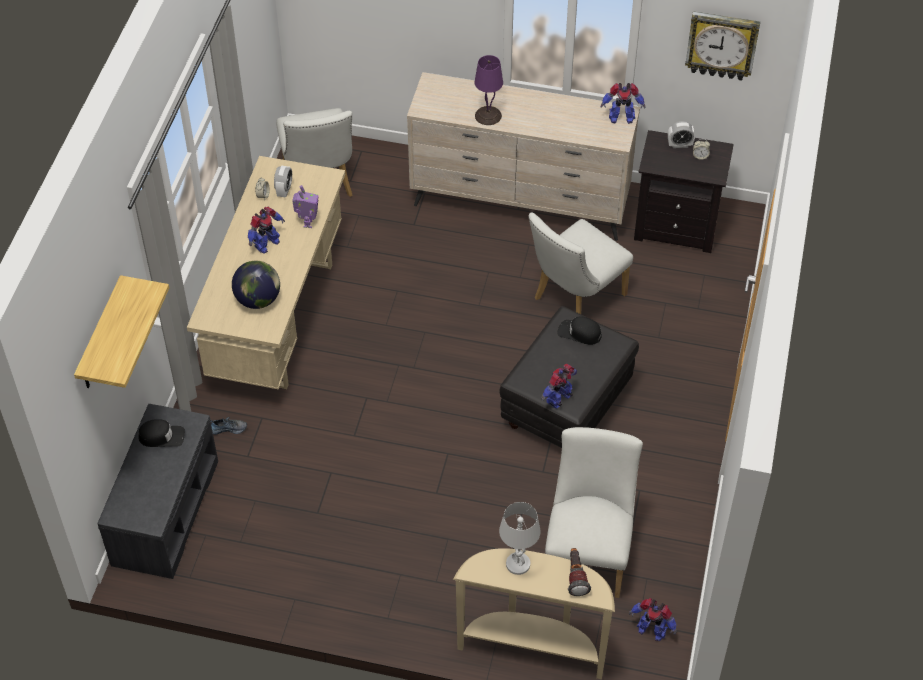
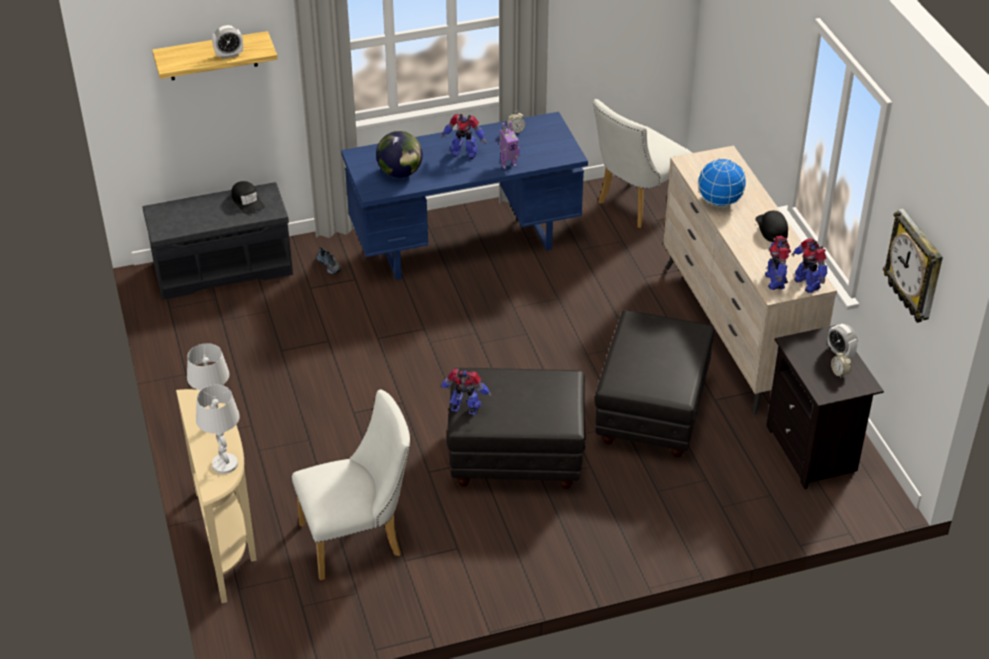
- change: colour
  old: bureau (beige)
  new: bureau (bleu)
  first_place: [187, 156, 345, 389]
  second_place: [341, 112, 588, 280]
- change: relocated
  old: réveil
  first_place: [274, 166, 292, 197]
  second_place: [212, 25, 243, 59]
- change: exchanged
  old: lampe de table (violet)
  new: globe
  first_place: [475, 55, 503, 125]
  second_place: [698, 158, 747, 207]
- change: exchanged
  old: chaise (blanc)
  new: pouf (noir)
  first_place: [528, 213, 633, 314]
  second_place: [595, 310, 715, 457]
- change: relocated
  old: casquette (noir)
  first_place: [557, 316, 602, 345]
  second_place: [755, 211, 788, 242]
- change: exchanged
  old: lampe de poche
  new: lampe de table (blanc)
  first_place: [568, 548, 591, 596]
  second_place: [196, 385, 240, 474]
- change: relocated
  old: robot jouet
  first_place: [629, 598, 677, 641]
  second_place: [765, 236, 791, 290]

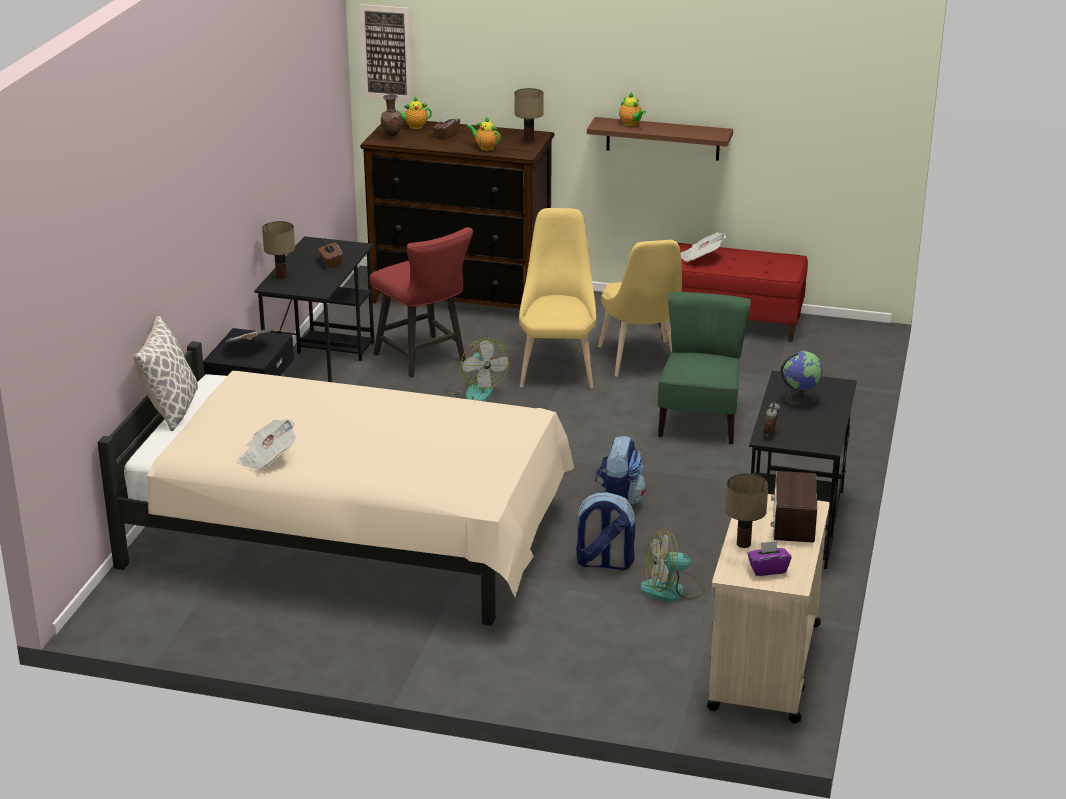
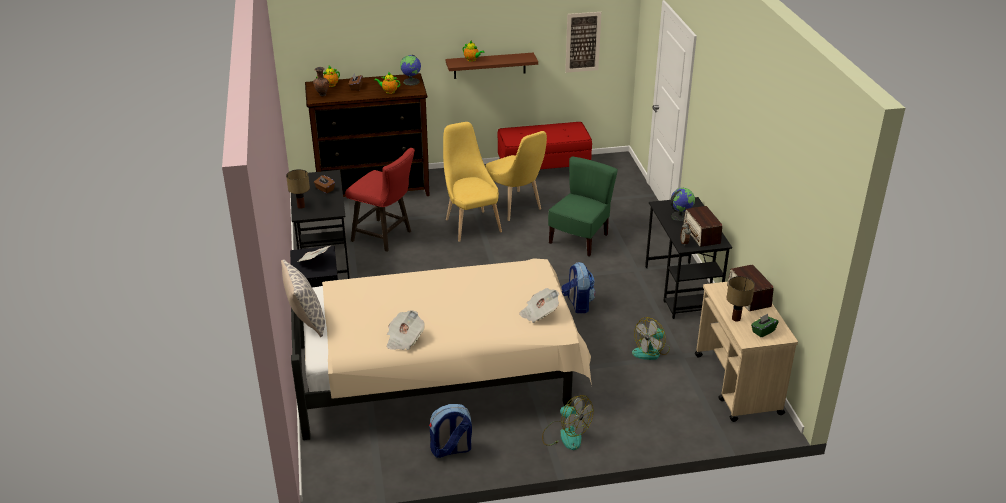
- change: relocated
  old: tableau
  first_place: [358, 4, 413, 101]
  second_place: [565, 12, 602, 73]
- change: relocated
  old: ventilateur
  first_place: [445, 339, 509, 401]
  second_place: [542, 395, 593, 450]
- change: exchanged
  old: lampe de table
  new: globe
  first_place: [514, 88, 544, 143]
  second_place: [400, 55, 421, 86]
- change: relocated
  old: sac à dos
  first_place: [575, 492, 635, 570]
  second_place: [429, 404, 472, 458]
- change: spun
  old: chaise (vert)
  first_place: [658, 292, 751, 445]
  second_place: [548, 157, 618, 257]
  degrees: 45
- change: relocated
  old: journal
  first_place: [681, 232, 726, 263]
  second_place: [519, 288, 559, 323]
- change: colour
  old: boîte à mouchoirs (violet)
  new: boîte à mouchoirs (vert)
  first_place: [747, 541, 792, 576]
  second_place: [751, 314, 779, 337]
- change: appeared
  new: radio
  second_place: [683, 206, 722, 247]

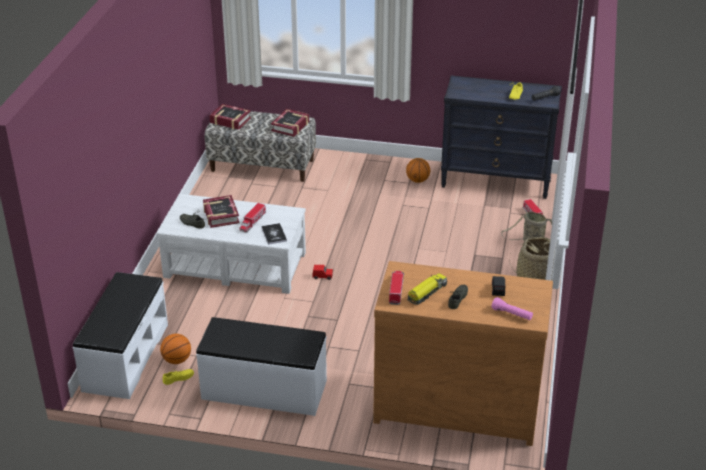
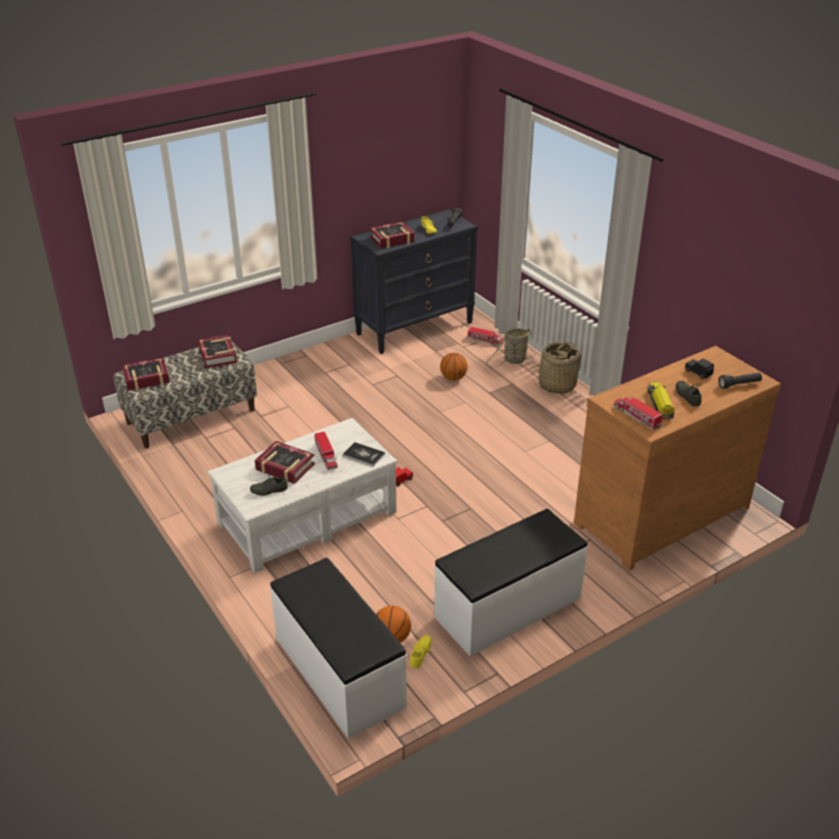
- change: relocated
  old: ballon de basket
  first_place: [406, 158, 430, 183]
  second_place: [440, 353, 468, 381]
- change: colour
  old: lampe de poche (rose)
  new: lampe de poche (noir)
  first_place: [492, 297, 533, 320]
  second_place: [718, 373, 762, 389]
- change: appeared
  new: livre
  second_place: [369, 222, 415, 249]

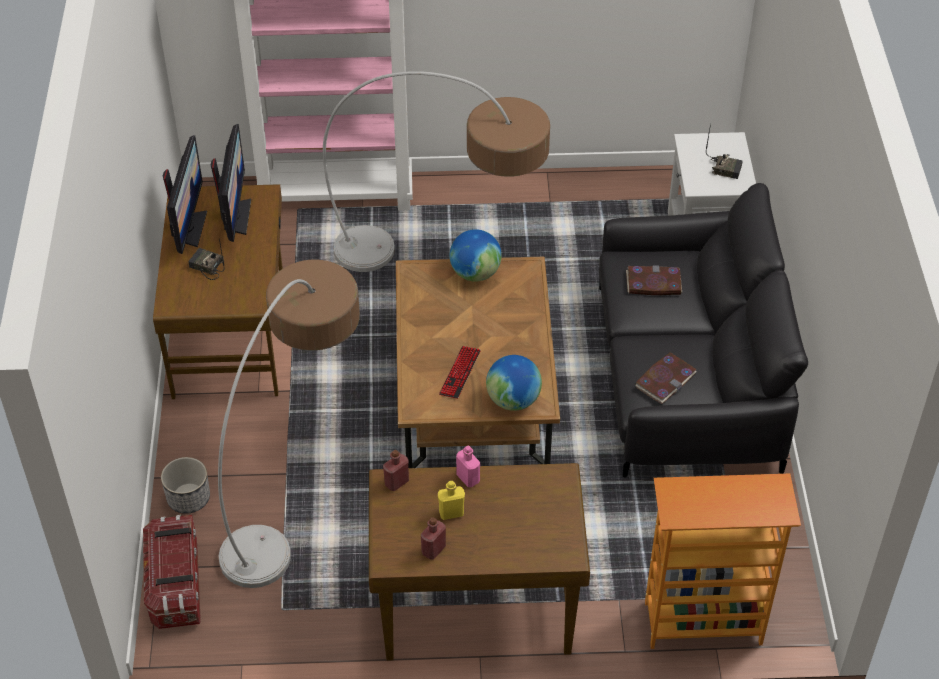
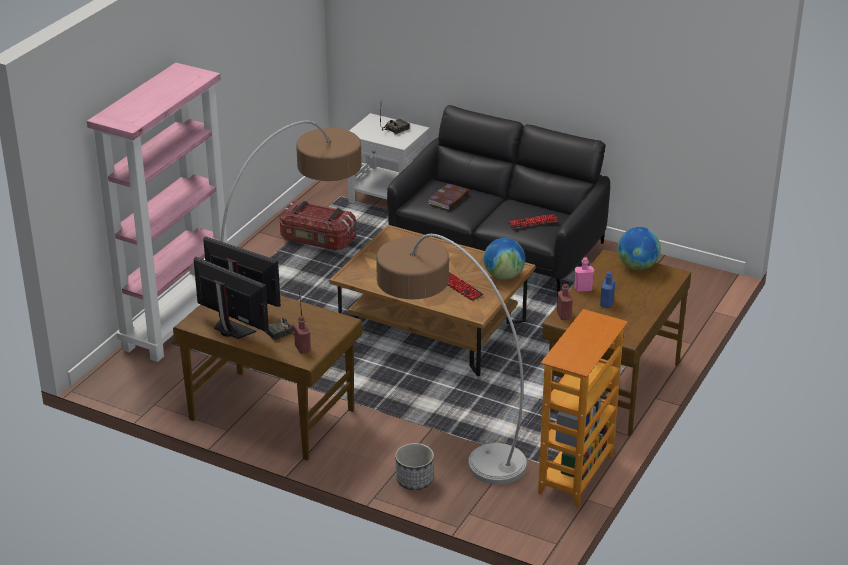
- change: relocated
  old: boîte de rangement
  first_place: [143, 515, 201, 629]
  second_place: [279, 200, 356, 251]
- change: relocated
  old: bouteille (rouge)
  first_place: [421, 517, 446, 560]
  second_place: [294, 316, 311, 354]
- change: colour
  old: bouteille (jaune)
  new: bouteille (bleu)
  first_place: [438, 481, 465, 520]
  second_place: [600, 272, 615, 308]
- change: relocated
  old: globe
  first_place: [450, 229, 502, 282]
  second_place: [617, 227, 661, 270]
- change: exchanged
  old: livre
  new: clavier
  first_place: [635, 352, 697, 404]
  second_place: [508, 214, 559, 229]
- change: relocated
  old: bibliothèque
  first_place: [645, 474, 801, 649]
  second_place: [538, 309, 628, 507]

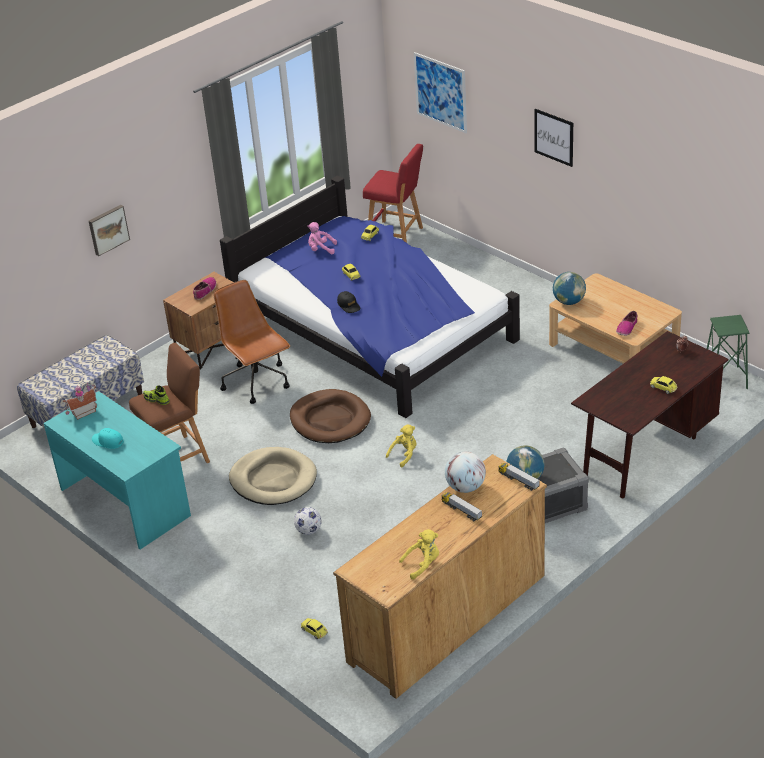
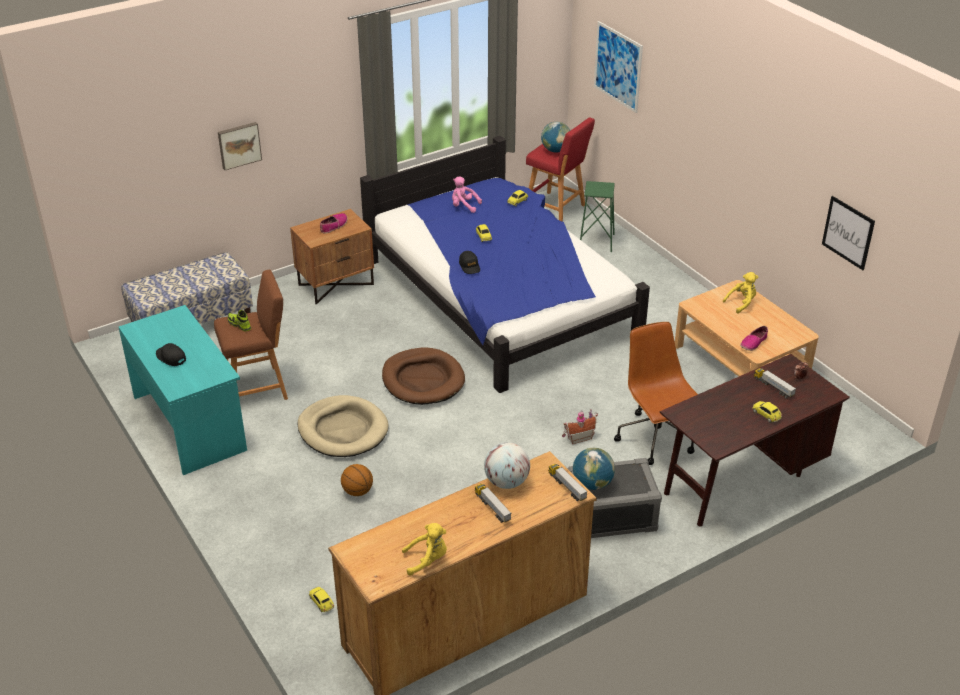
- change: relocated
  old: maison miniature
  first_place: [63, 382, 97, 420]
  second_place: [562, 409, 598, 444]
- change: colour
  old: casquette (turquoise)
  new: casquette (noir)
  first_place: [92, 428, 124, 449]
  second_place: [156, 343, 186, 366]
- change: relocated
  old: chaise de bureau (marron)
  first_place: [213, 280, 290, 404]
  second_place: [614, 322, 698, 465]
- change: exchanged
  old: ballon de foot
  new: ballon de basket
  first_place: [294, 507, 322, 535]
  second_place: [341, 464, 373, 496]
- change: relocated
  old: peluche (jaune)
  first_place: [386, 424, 417, 468]
  second_place: [723, 272, 758, 314]
- change: relocated
  old: tableau
  first_place: [534, 109, 573, 167]
  second_place: [822, 196, 875, 270]
- change: relocated
  old: globe
  first_place: [553, 272, 586, 305]
  second_place: [541, 122, 570, 153]
- change: relocated
  old: tabouret (vert)
  first_place: [707, 315, 750, 389]
  second_place: [580, 181, 615, 252]
- change: appeared
  new: camion jouet
  second_place: [754, 368, 796, 398]

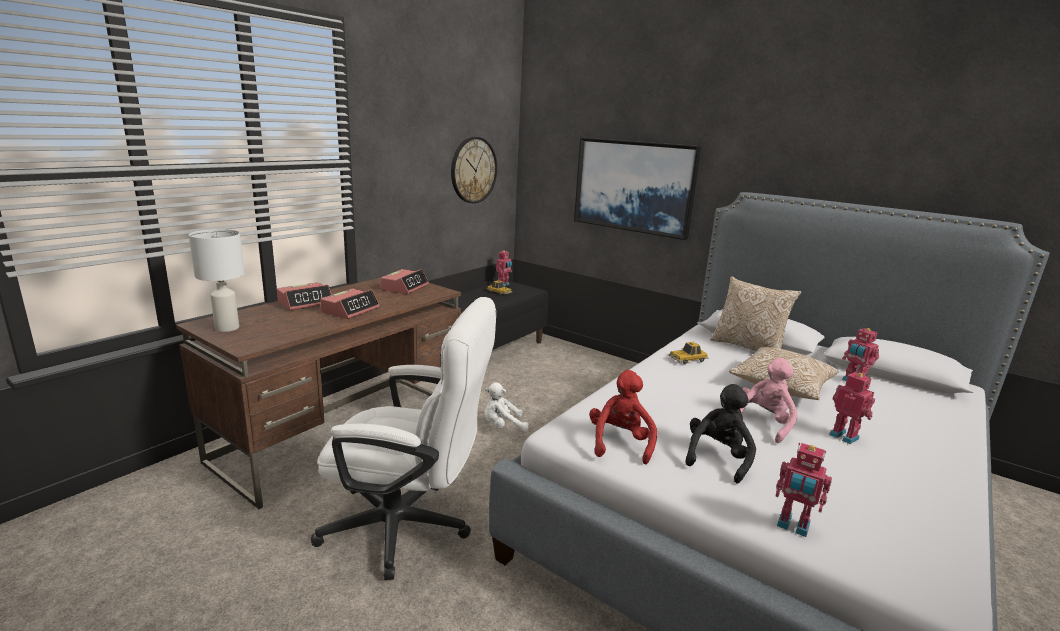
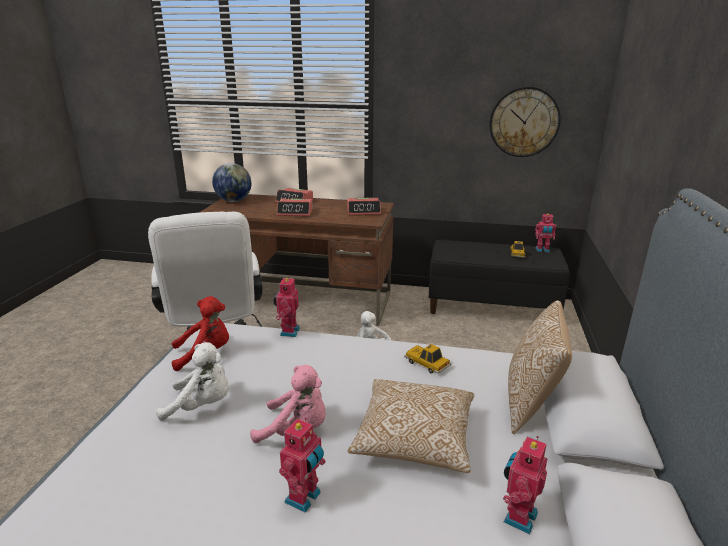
- change: exchanged
  old: lampe de table (blanc)
  new: globe
  first_place: [189, 229, 245, 332]
  second_place: [212, 163, 252, 202]
- change: missing
  old: tableau
  first_place: [574, 138, 701, 240]
- change: colour
  old: peluche (noir)
  new: peluche (blanc)
  first_place: [685, 384, 756, 484]
  second_place: [156, 342, 229, 421]
- change: relocated
  old: robot jouet
  first_place: [775, 443, 832, 537]
  second_place: [273, 276, 300, 337]

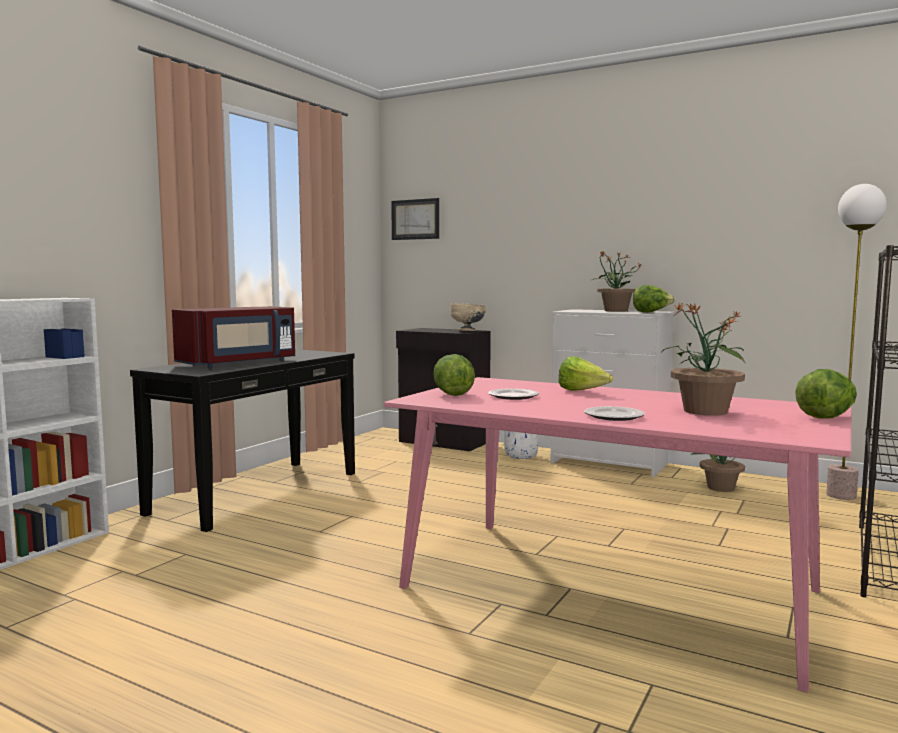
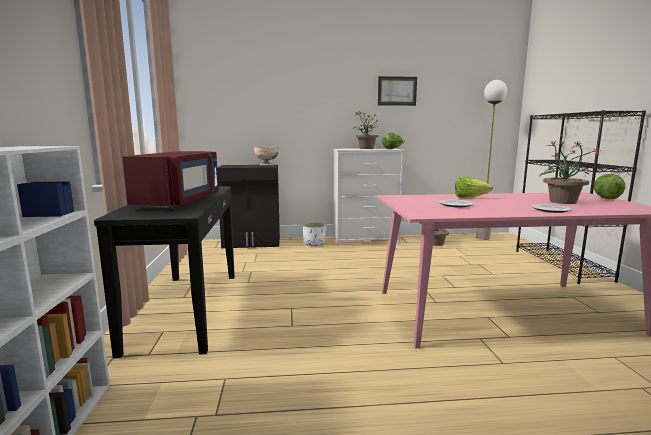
- change: relocated
  old: tableau
  first_place: [391, 198, 439, 240]
  second_place: [378, 76, 417, 106]
- change: missing
  old: laitue
  first_place: [433, 354, 475, 396]

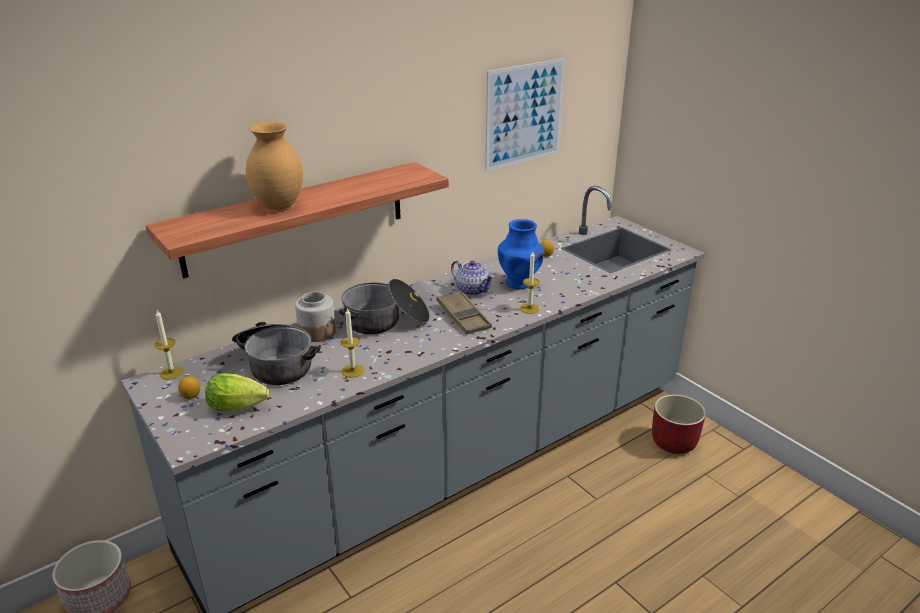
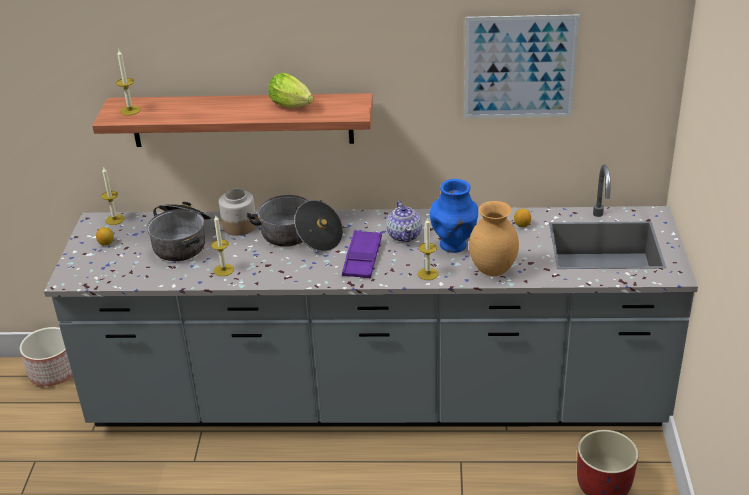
- change: relocated
  old: laitue
  first_place: [205, 373, 269, 411]
  second_place: [268, 73, 314, 108]
- change: relocated
  old: vase (marron)
  first_place: [246, 122, 303, 210]
  second_place: [469, 201, 519, 276]
- change: colour
  old: plateau (marron)
  new: plateau (violet)
  first_place: [437, 291, 492, 335]
  second_place: [342, 230, 382, 278]
- change: appeared
  new: bougie
  second_place: [116, 50, 141, 115]

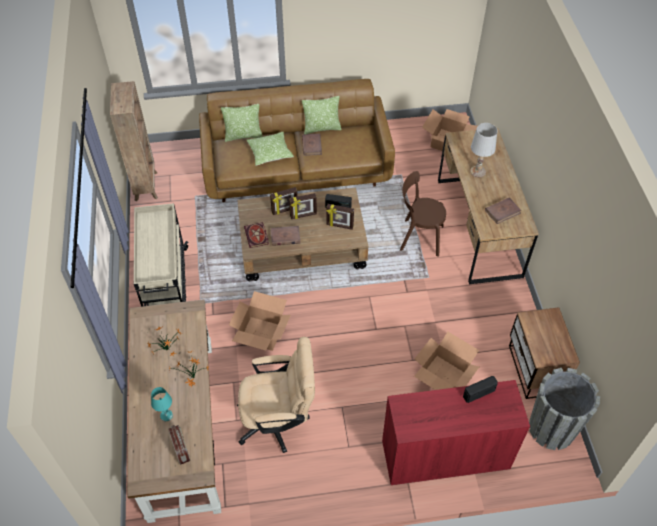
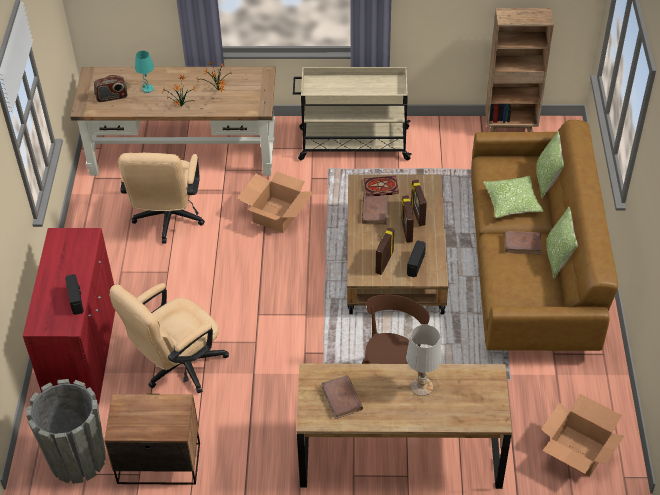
- change: exchanged
  old: carton
  new: chaise de bureau (beige)
  first_place: [414, 332, 479, 390]
  second_place: [109, 283, 229, 393]

